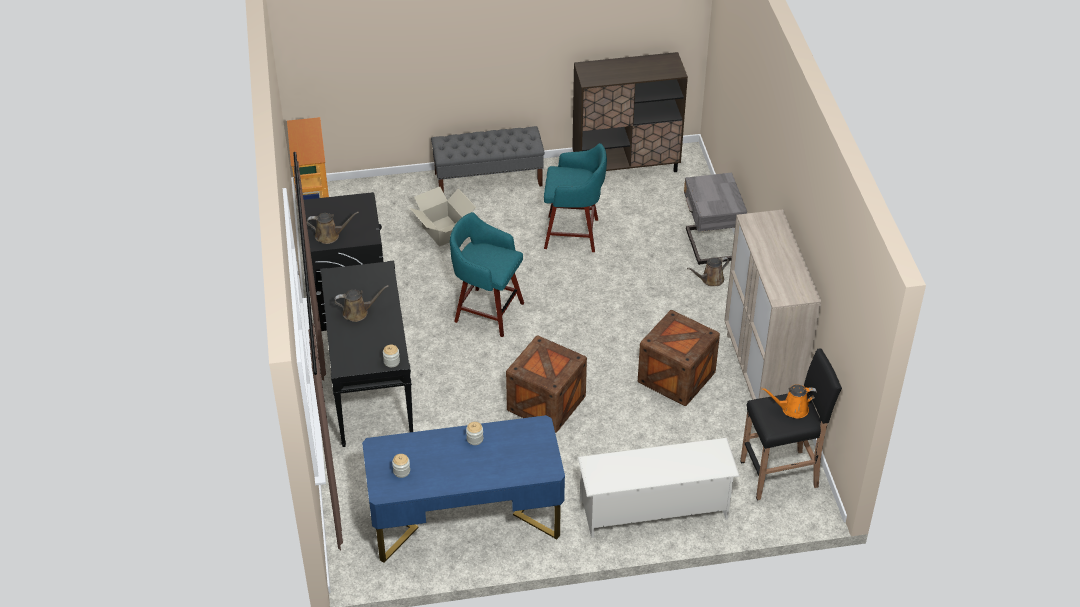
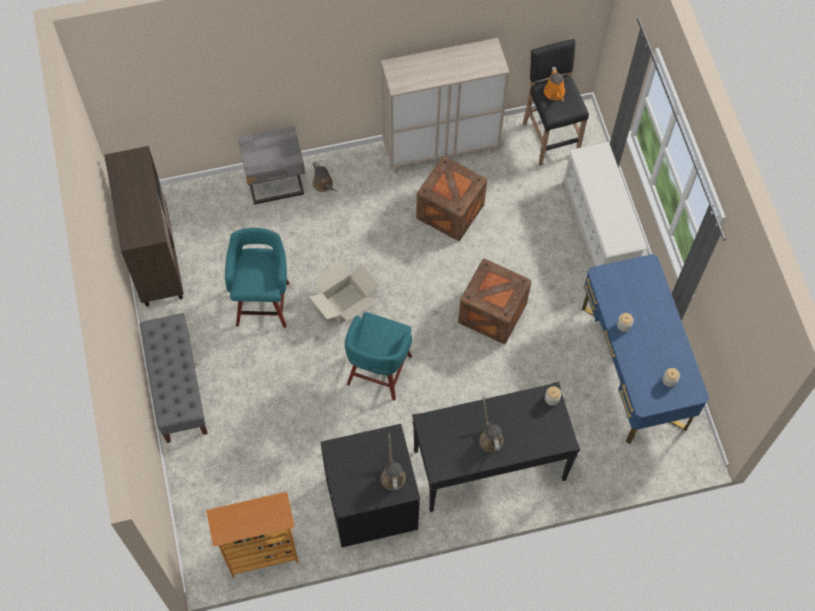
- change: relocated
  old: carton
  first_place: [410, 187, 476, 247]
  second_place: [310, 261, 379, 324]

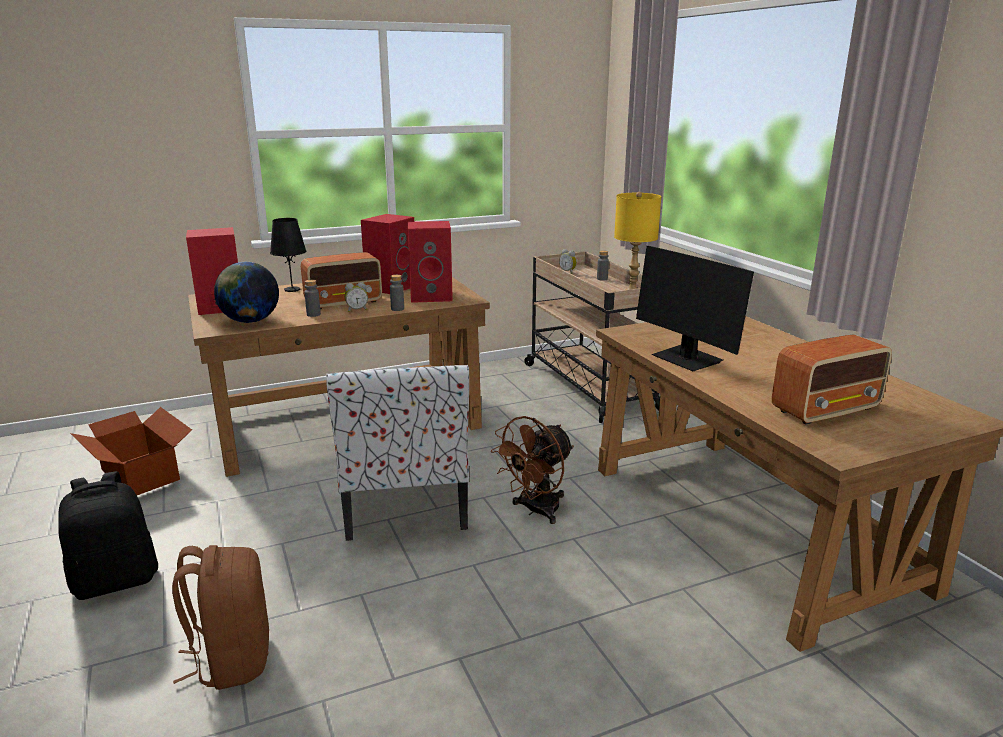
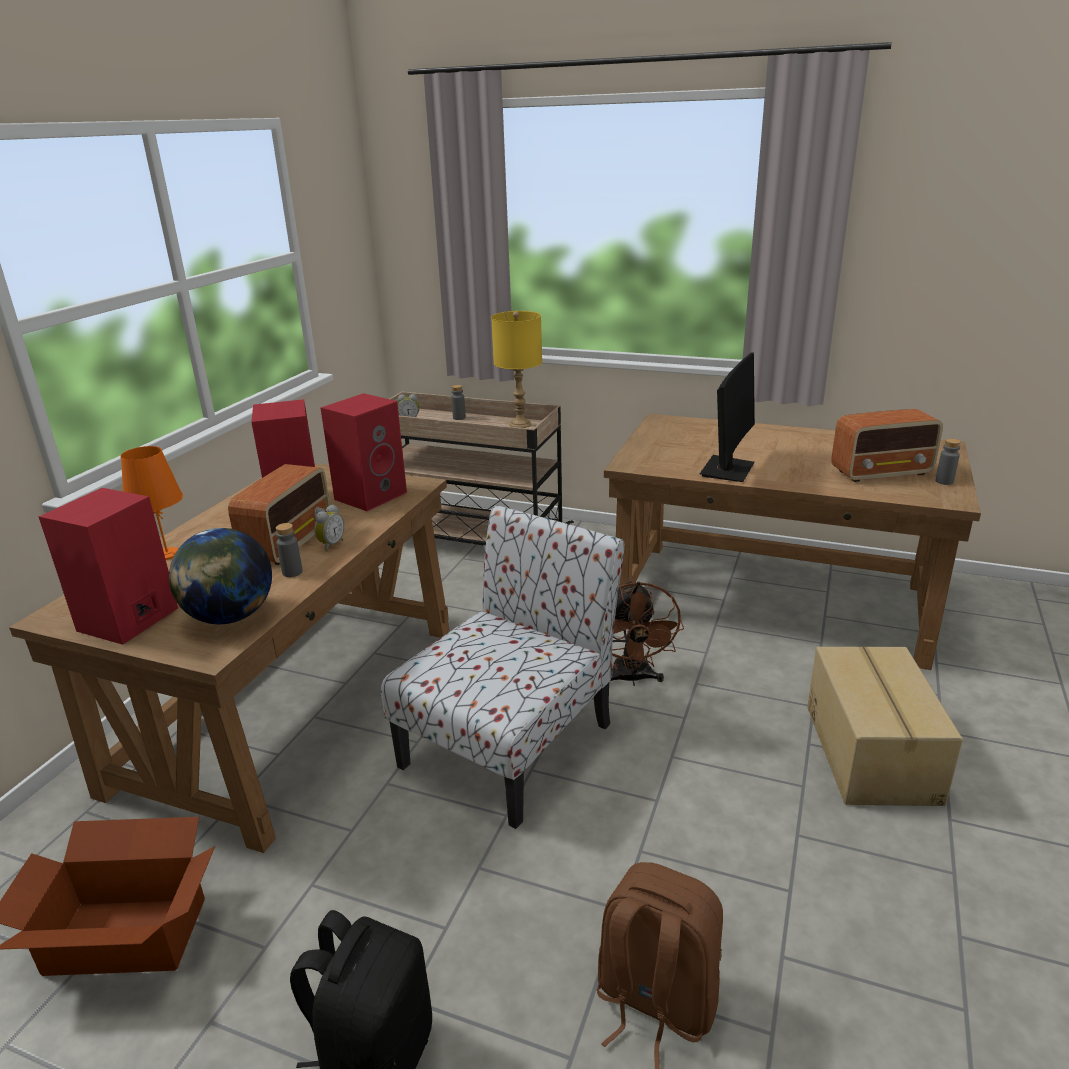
- change: colour
  old: lampe de table (noir)
  new: lampe de table (orange)
  first_place: [270, 218, 306, 292]
  second_place: [121, 446, 183, 560]
- change: spun
  old: chaise
  first_place: [326, 365, 469, 541]
  second_place: [381, 505, 624, 829]
  degrees: -90
- change: relocated
  old: bouteille (gris)
  first_place: [390, 275, 404, 311]
  second_place: [935, 439, 961, 485]
- change: spun
  old: écran d'ordinateur
  first_place: [636, 246, 754, 371]
  second_place: [700, 352, 755, 482]
  degrees: -75
- change: spun
  old: radio
  first_place: [772, 334, 892, 425]
  second_place: [831, 409, 943, 482]
  degrees: 60
- change: appeared
  new: carton
  second_place: [807, 647, 963, 806]

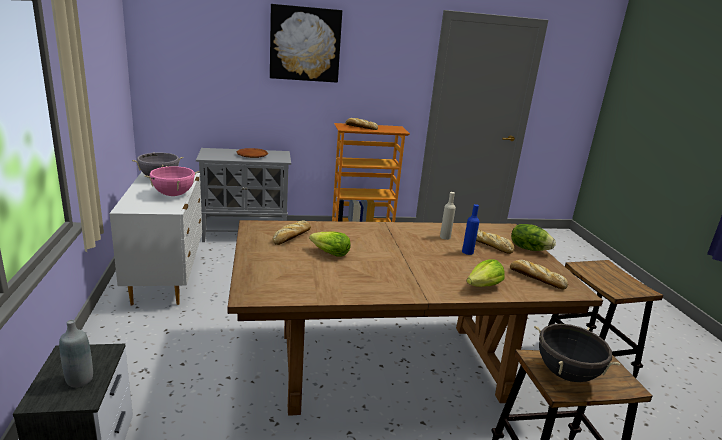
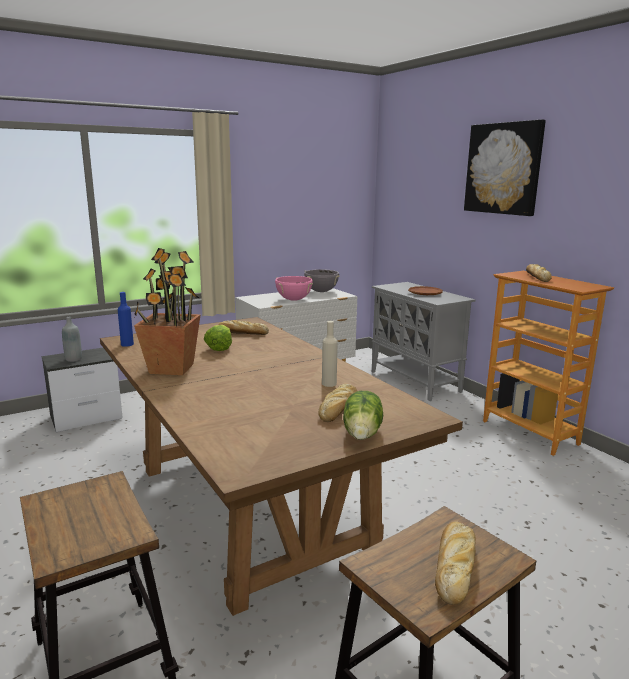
- change: relocated
  old: bouteille (bleu)
  first_place: [462, 204, 480, 255]
  second_place: [118, 292, 134, 347]
- change: missing
  old: laitue
  first_place: [467, 259, 505, 287]
- change: relocated
  old: pain
  first_place: [510, 260, 568, 290]
  second_place: [435, 522, 475, 605]
- change: missing
  old: marmite (noir)
  first_place: [534, 324, 620, 382]
- change: appeared
  new: plante en pot
  second_place: [134, 248, 201, 375]

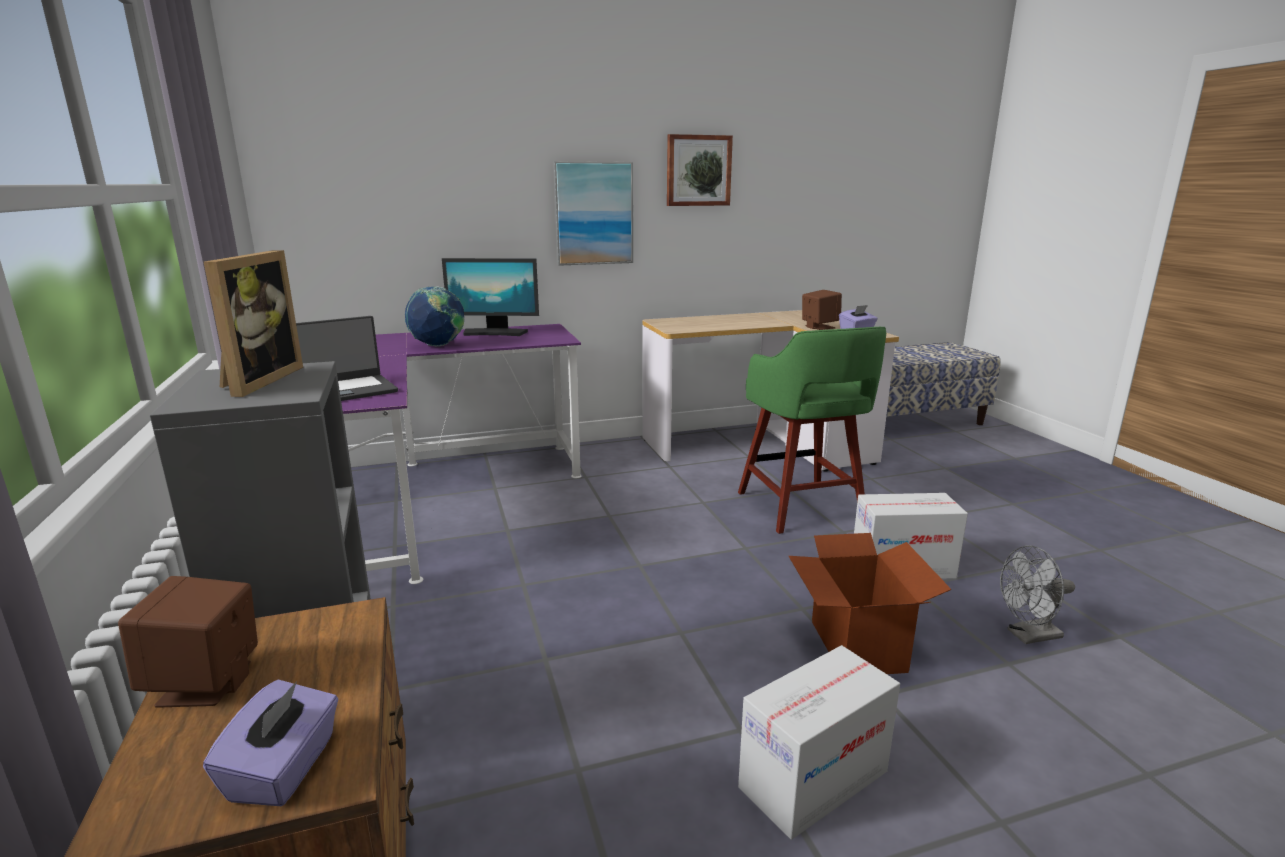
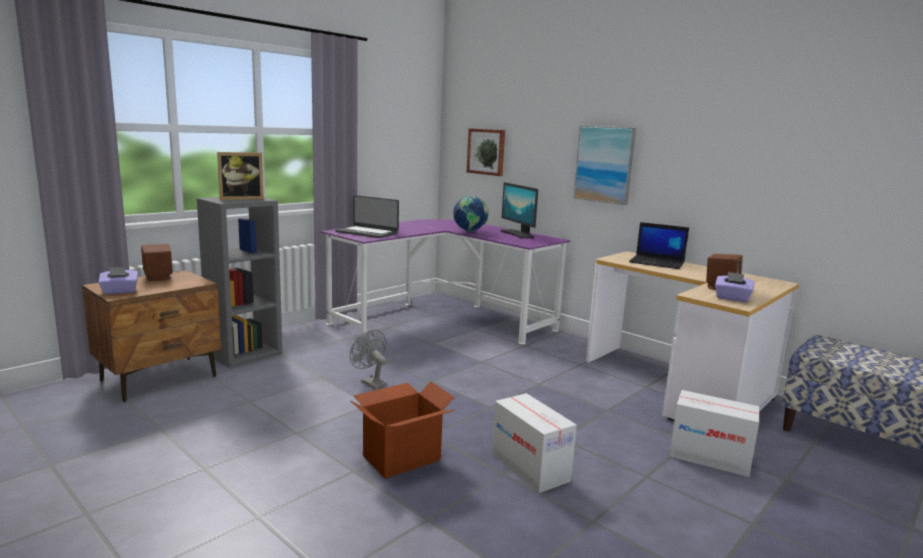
- change: relocated
  old: tableau
  first_place: [667, 134, 733, 206]
  second_place: [467, 128, 505, 176]
- change: missing
  old: tabouret (vert)
  first_place: [738, 327, 886, 534]
- change: relocated
  old: carton
  first_place: [738, 645, 900, 840]
  second_place: [669, 390, 759, 477]
- change: relocated
  old: ventilateur (gris)
  first_place: [1000, 546, 1075, 644]
  second_place: [350, 330, 387, 390]
- change: appeared
  new: ordinateur portable
  second_place: [629, 222, 689, 269]

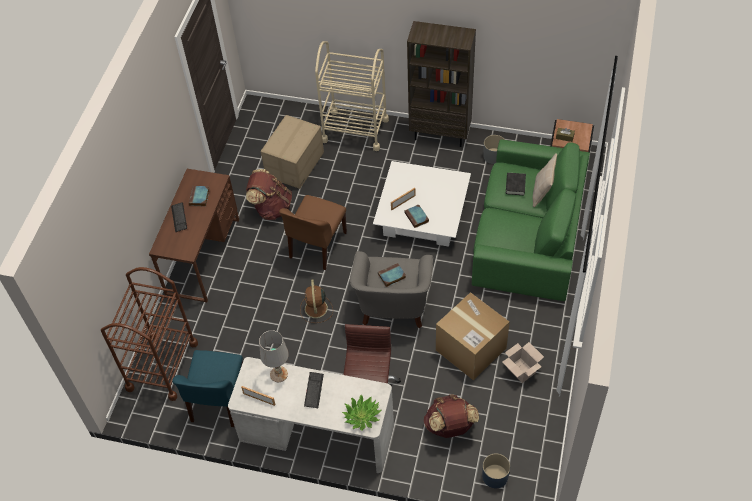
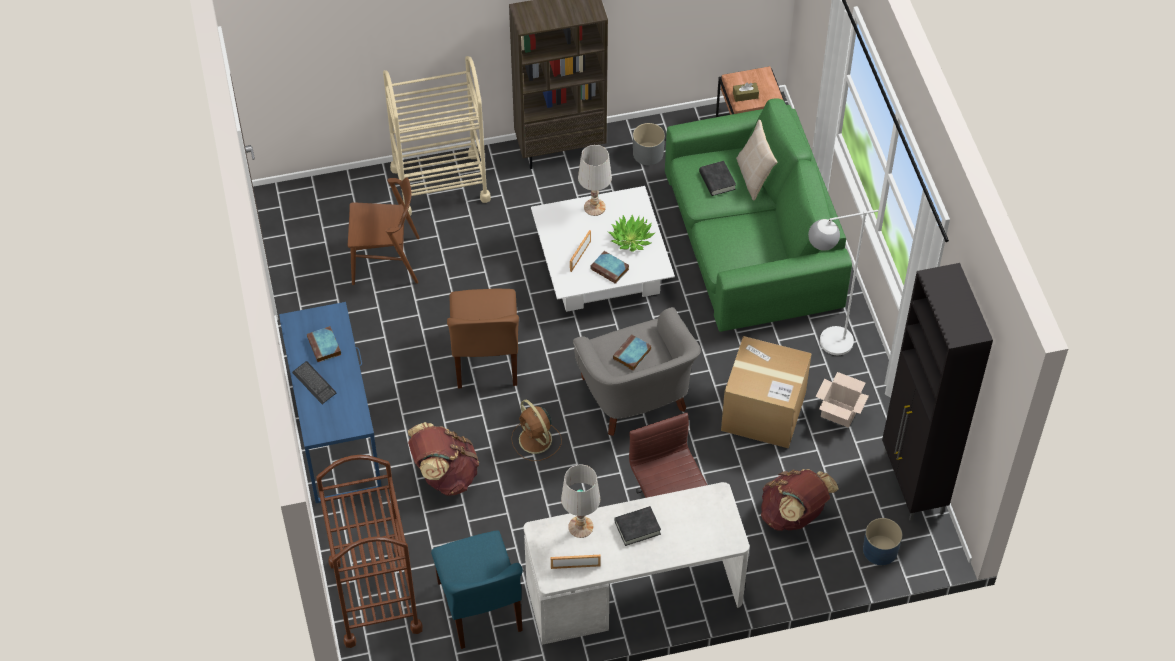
- change: colour
  old: bureau (marron)
  new: bureau (bleu)
  first_place: [149, 169, 239, 302]
  second_place: [279, 302, 382, 503]
- change: relocated
  old: sac à dos (marron)
  first_place: [246, 169, 292, 220]
  second_place: [408, 422, 479, 496]
- change: exchanged
  old: carton
  new: chaise (marron)
  first_place: [261, 115, 324, 189]
  second_place: [347, 177, 420, 285]
- change: exchanged
  old: clavier
  new: livre (noir)
  first_place: [304, 372, 324, 408]
  second_place: [614, 506, 661, 546]
- change: relocated
  old: plante en pot
  first_place: [342, 395, 381, 431]
  second_place: [608, 215, 655, 252]
- change: appeared
  new: lampe de table (blanc)
  second_place: [578, 145, 612, 216]
- change: appeared
  new: lampadaire (blanc)
  second_place: [808, 210, 878, 355]
- change: appeared
  new: meuble de rangement (noir)
  second_place: [882, 263, 993, 521]

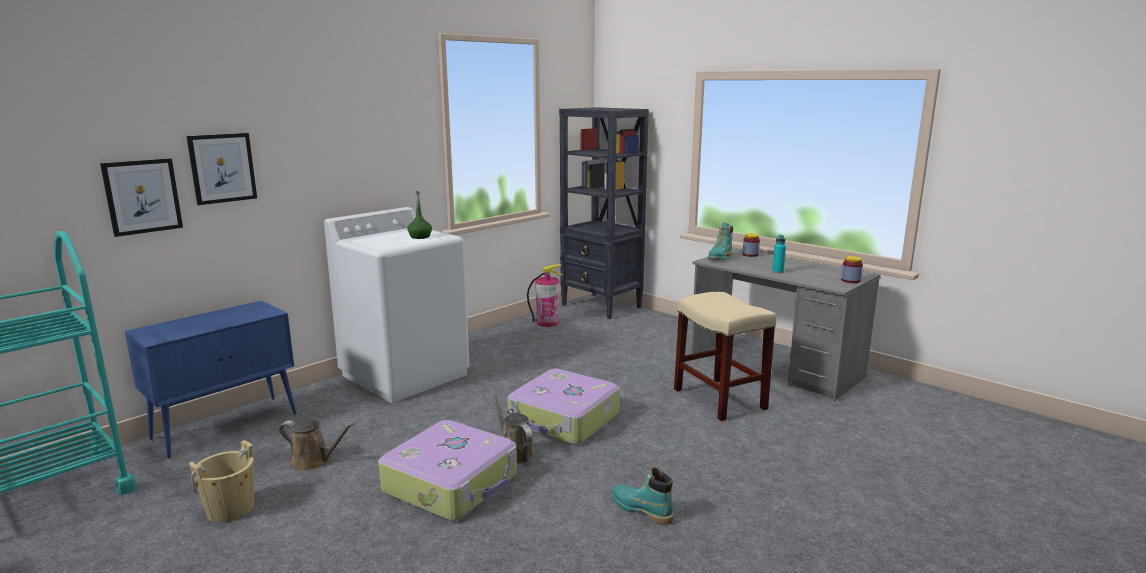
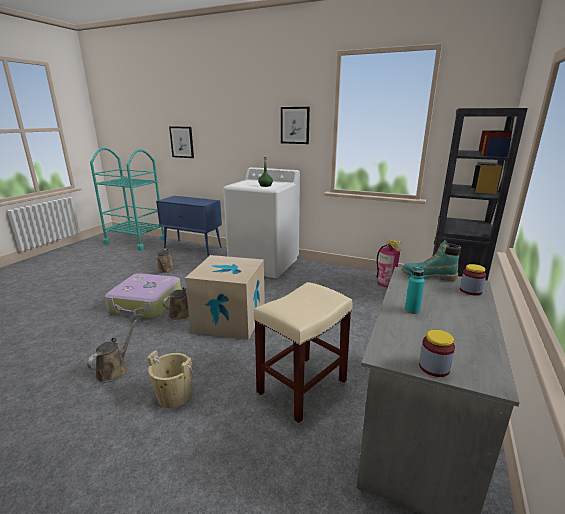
- change: relocated
  old: tableau
  first_place: [186, 133, 257, 205]
  second_place: [281, 107, 310, 144]
- change: relocated
  old: seau (beige)
  first_place: [189, 440, 254, 523]
  second_place: [147, 350, 194, 408]
- change: exchanged
  old: valise
  new: carton
  first_place: [508, 369, 620, 445]
  second_place: [185, 255, 265, 340]
- change: exchanged
  old: botte (turquoise)
  new: arrosoir (marron)
  first_place: [611, 468, 674, 525]
  second_place: [87, 320, 137, 383]

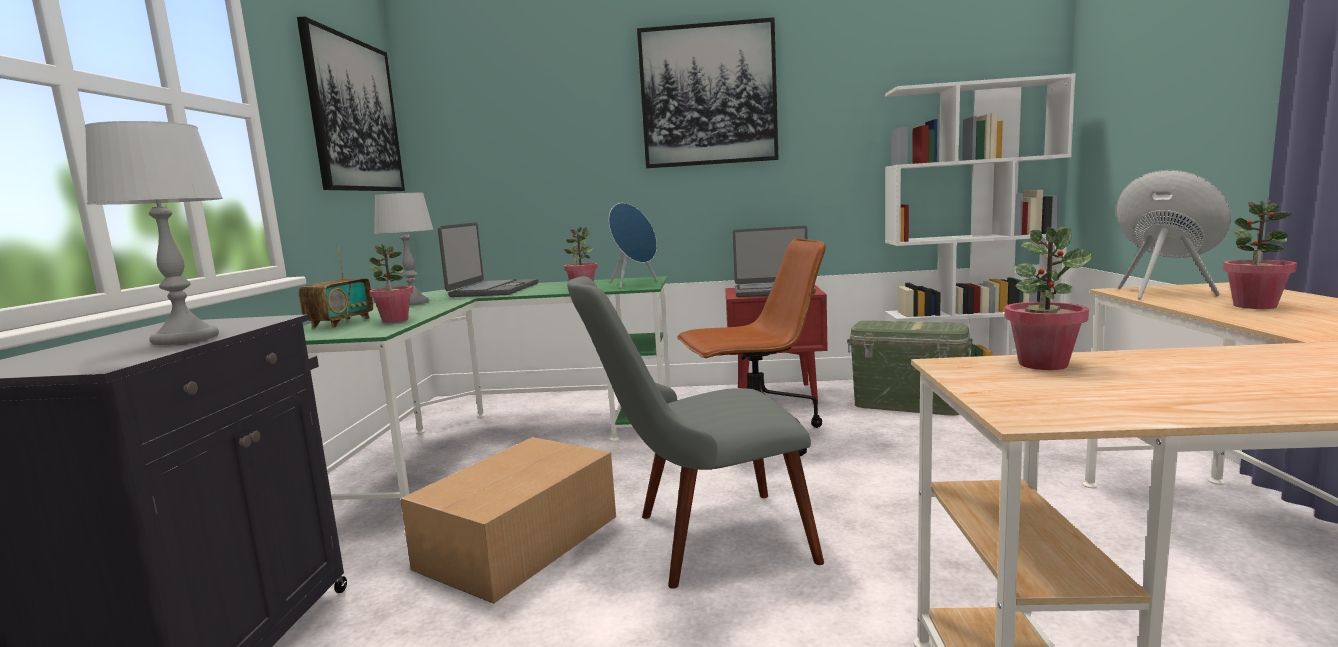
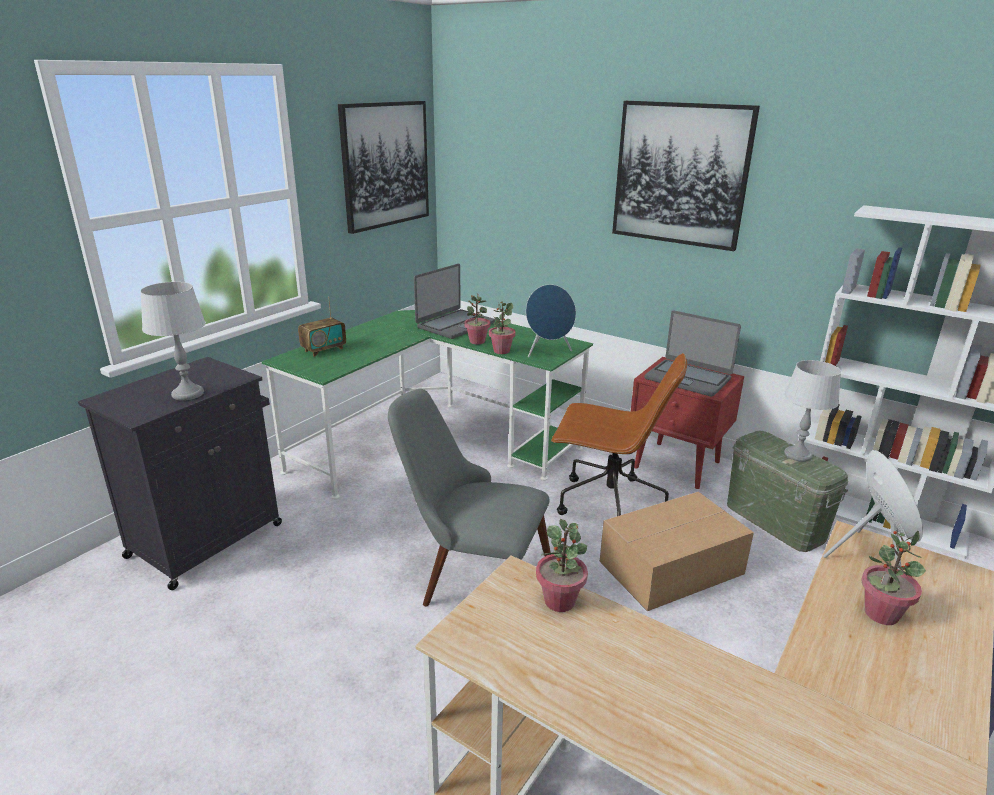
- change: relocated
  old: plante en pot
  first_place: [369, 244, 413, 323]
  second_place: [464, 293, 490, 345]
- change: relocated
  old: lampe de table (gris)
  first_place: [374, 193, 434, 305]
  second_place: [784, 360, 841, 462]
- change: relocated
  old: carton
  first_place: [401, 437, 616, 603]
  second_place: [600, 491, 754, 611]

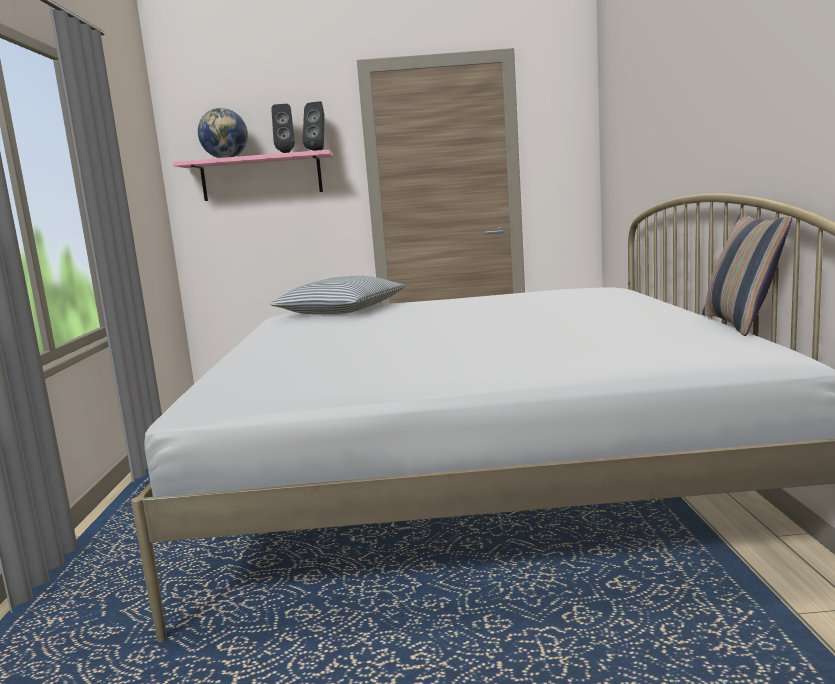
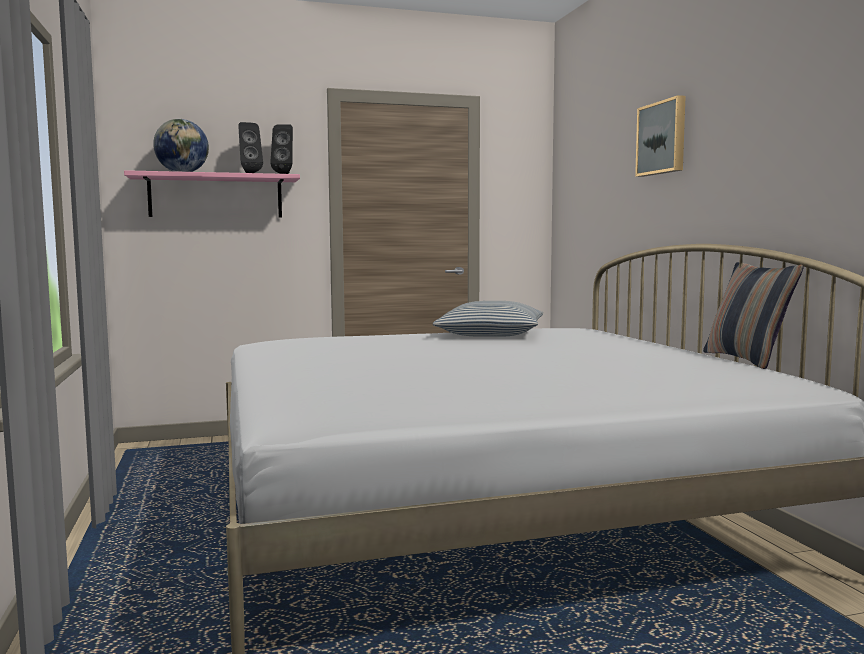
- change: relocated
  old: coussin
  first_place: [270, 276, 406, 314]
  second_place: [433, 301, 543, 337]
- change: appeared
  new: tableau
  second_place: [635, 95, 686, 177]

